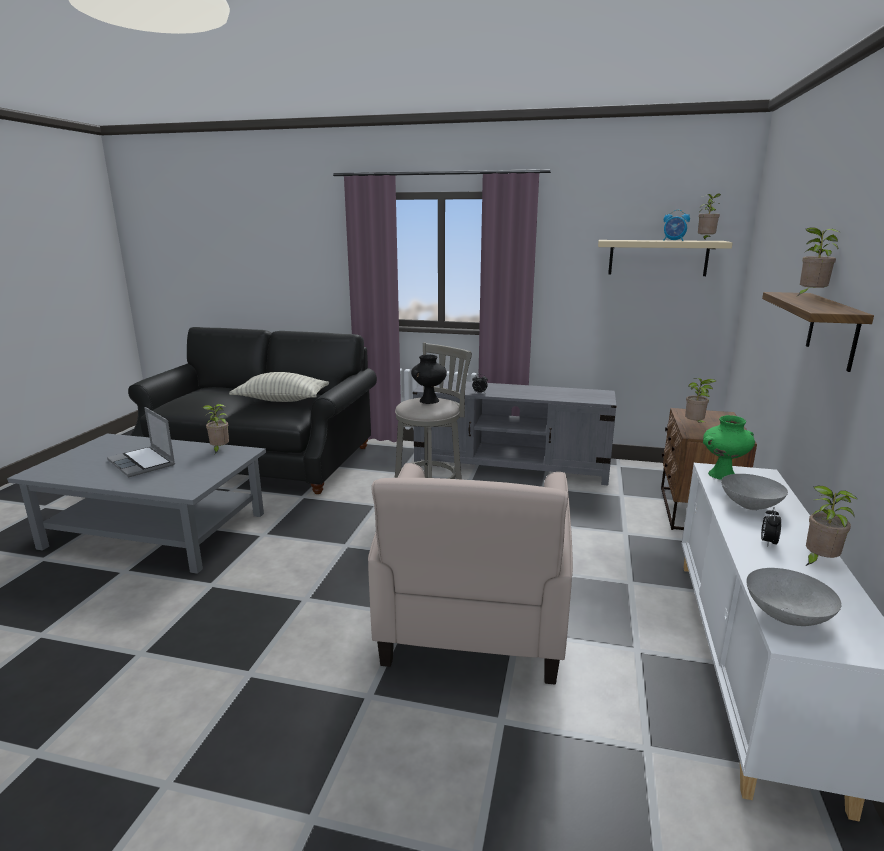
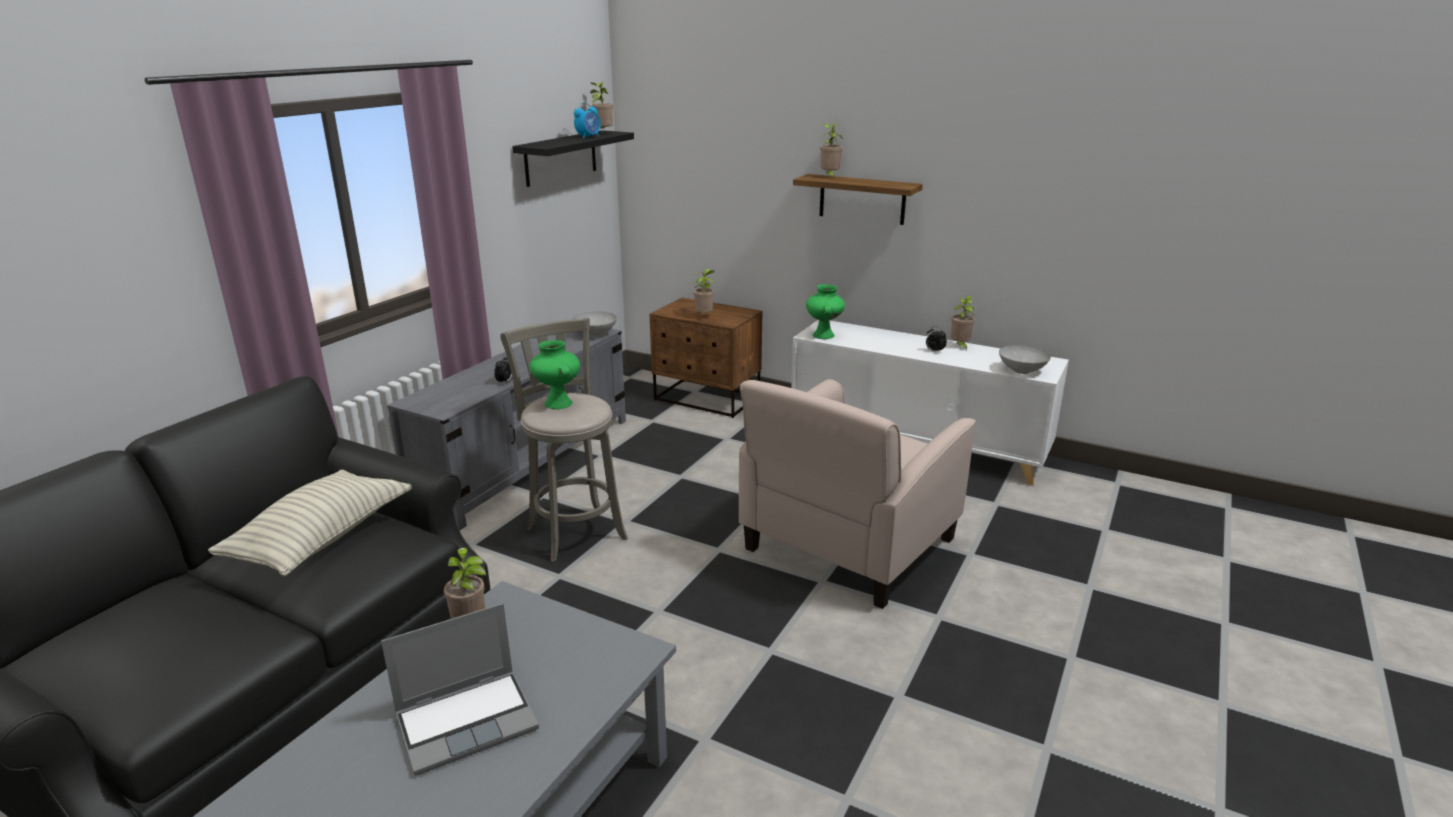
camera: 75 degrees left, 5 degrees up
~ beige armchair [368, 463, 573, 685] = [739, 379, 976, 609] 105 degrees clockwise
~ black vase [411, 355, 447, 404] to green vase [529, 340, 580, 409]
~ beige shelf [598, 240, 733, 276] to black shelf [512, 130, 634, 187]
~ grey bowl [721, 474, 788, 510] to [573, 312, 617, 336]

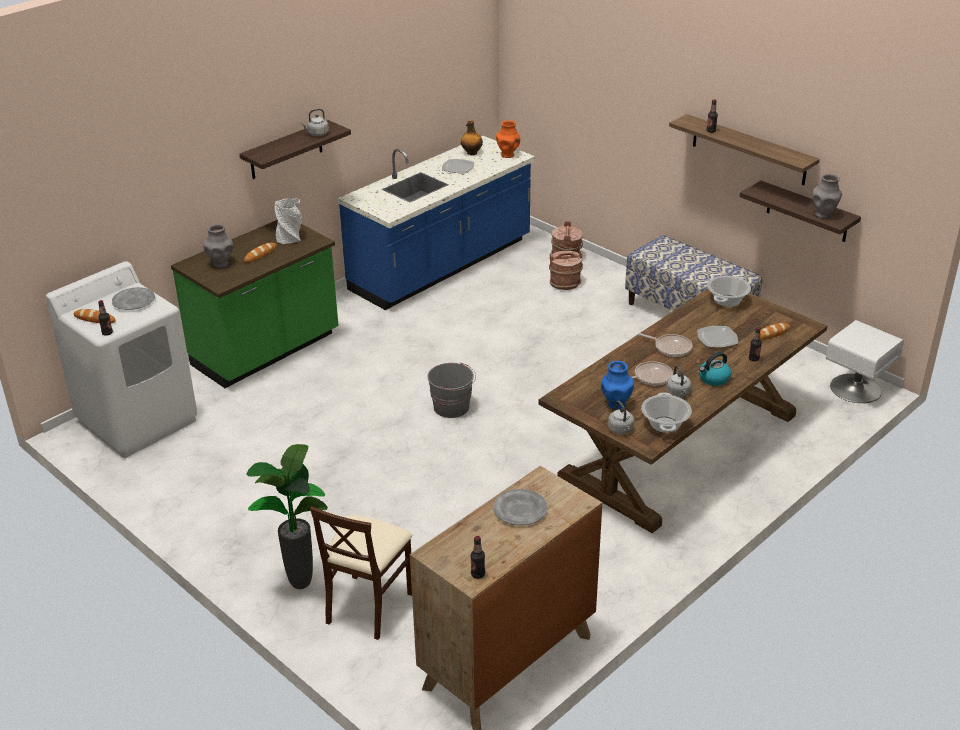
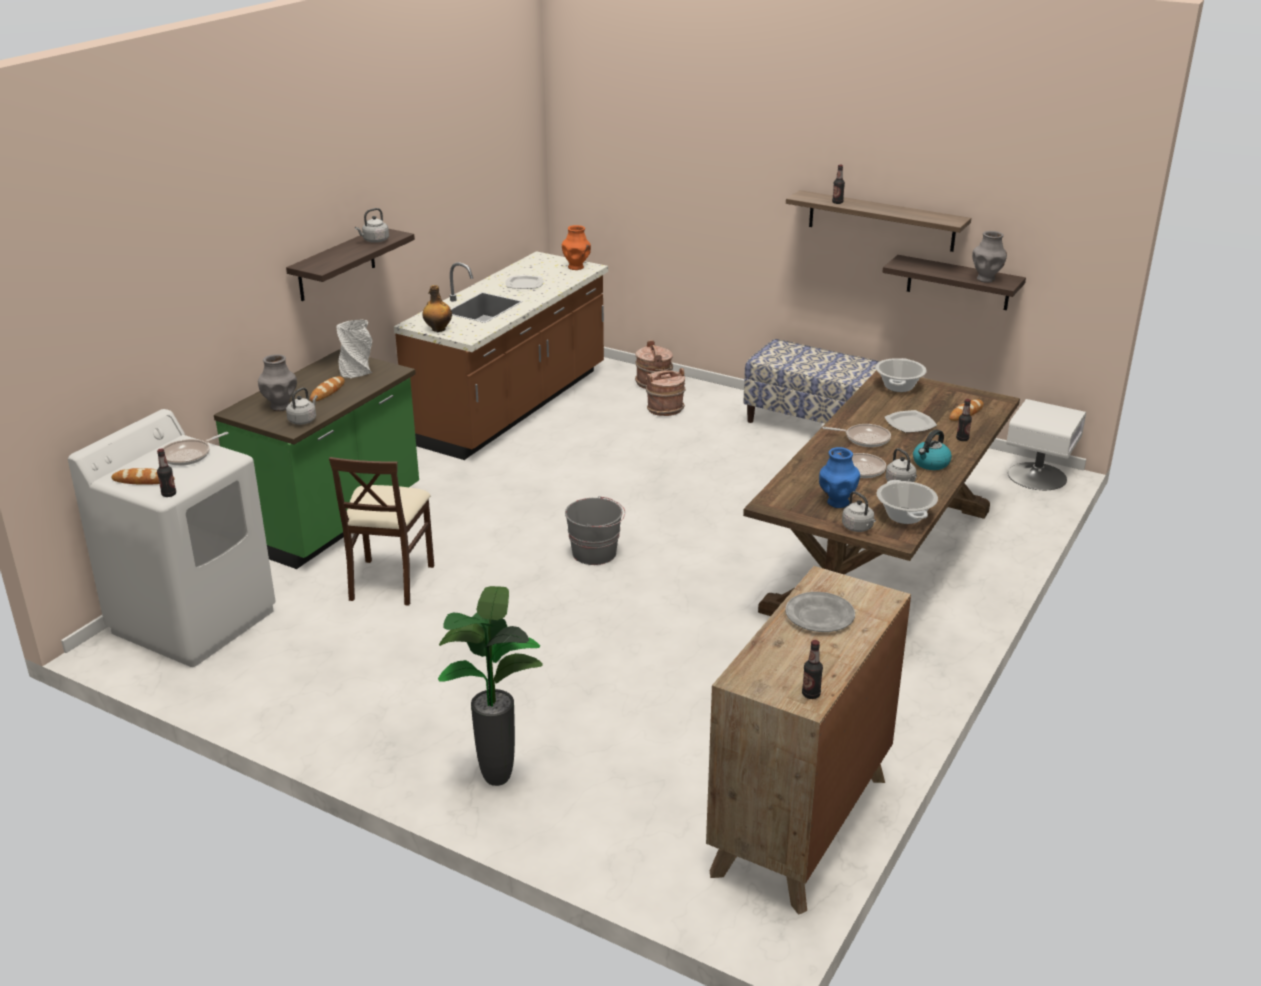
camera: 15 degrees left, 5 degrees down
~ grey plate [112, 287, 155, 310] to frying pan [162, 432, 228, 466]
~ beige chair [310, 506, 412, 640] to [329, 457, 434, 606]
~ blue counter [338, 136, 535, 310] to brown counter [394, 251, 608, 460]
~ bottle [461, 120, 483, 155] to [422, 285, 452, 332]
+ grey kettle [286, 387, 318, 425]

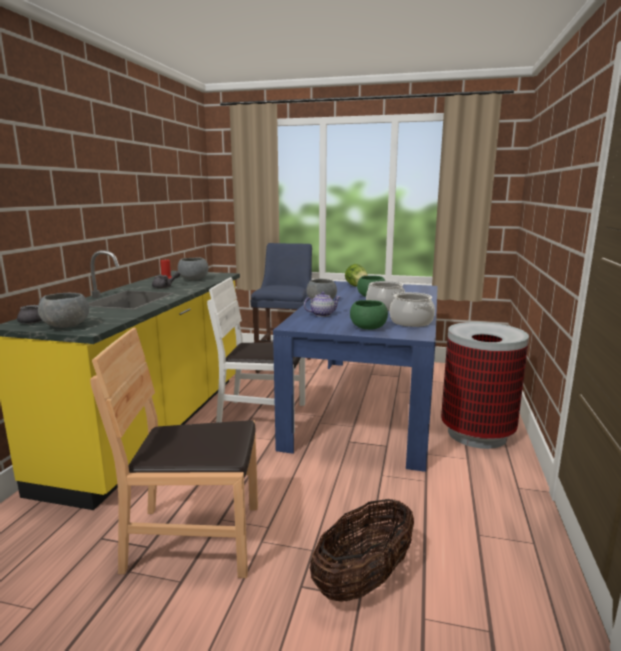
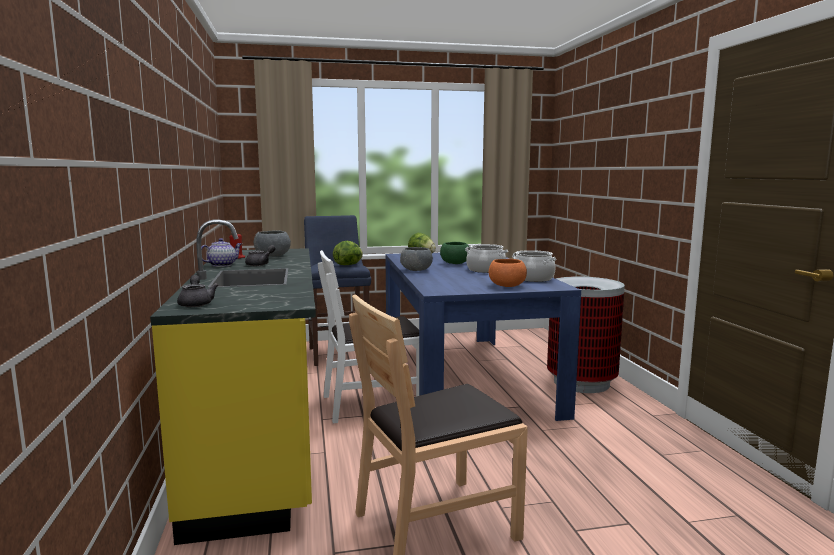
camera: 25 degrees left, 5 degrees down
- grey bowl [38, 293, 89, 328]
~ teapot [304, 292, 341, 317] to [201, 238, 242, 267]
- basket [310, 498, 414, 602]
~ green bowl [350, 300, 388, 330] to orange bowl [489, 259, 527, 287]
+ lettuce [333, 241, 363, 265]

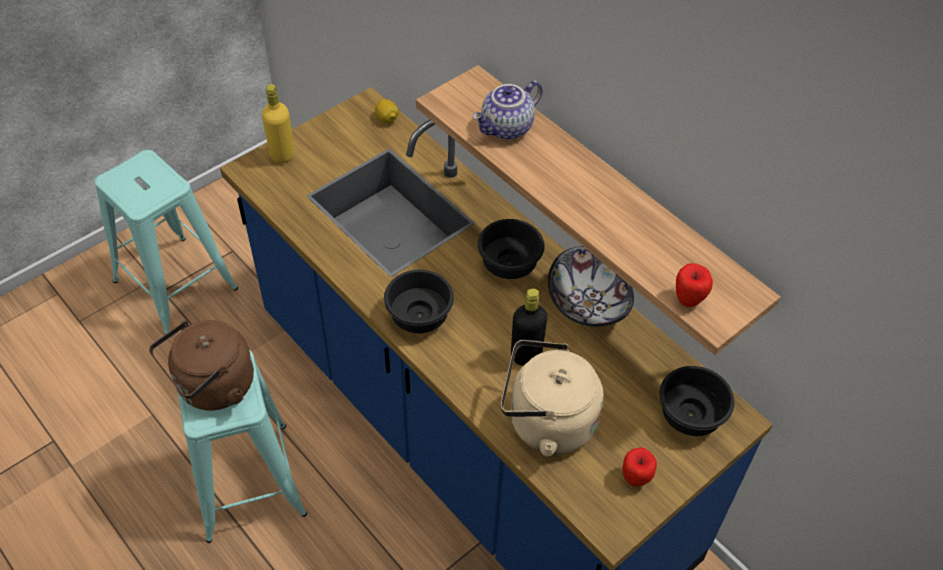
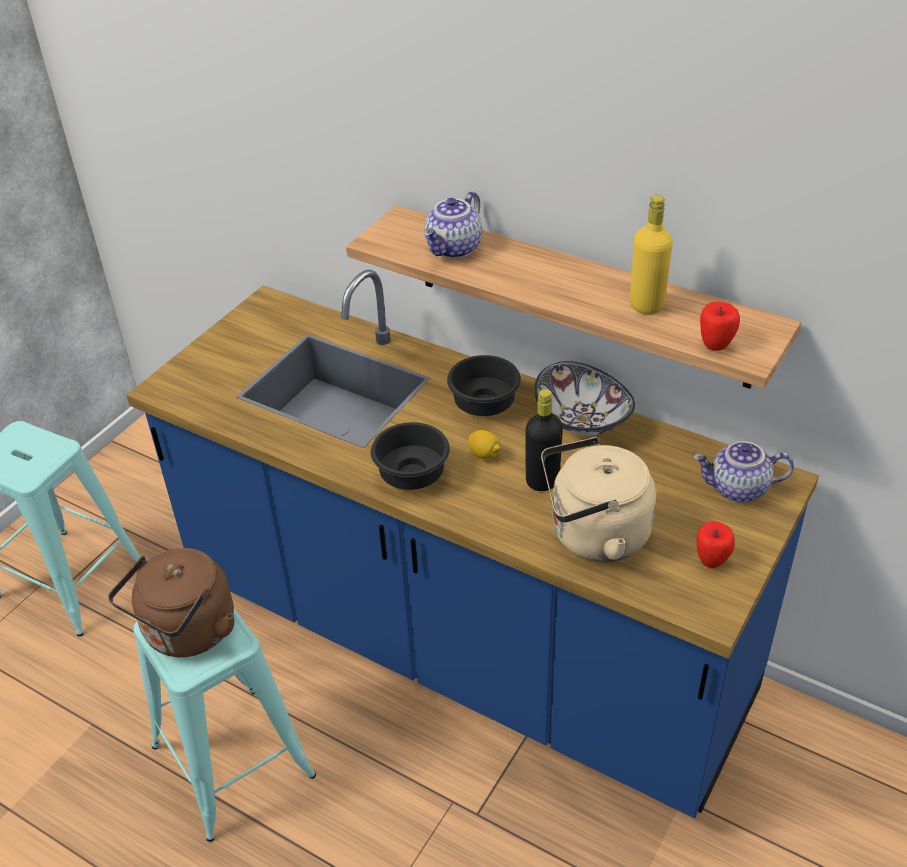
camera: 15 degrees left, 10 degrees down
~ yellow bottle [262, 84, 294, 164] to [630, 195, 673, 315]
~ lemon [375, 99, 398, 123] to [468, 430, 501, 460]
~ black bowl [659, 366, 734, 436] to teapot [693, 441, 794, 503]

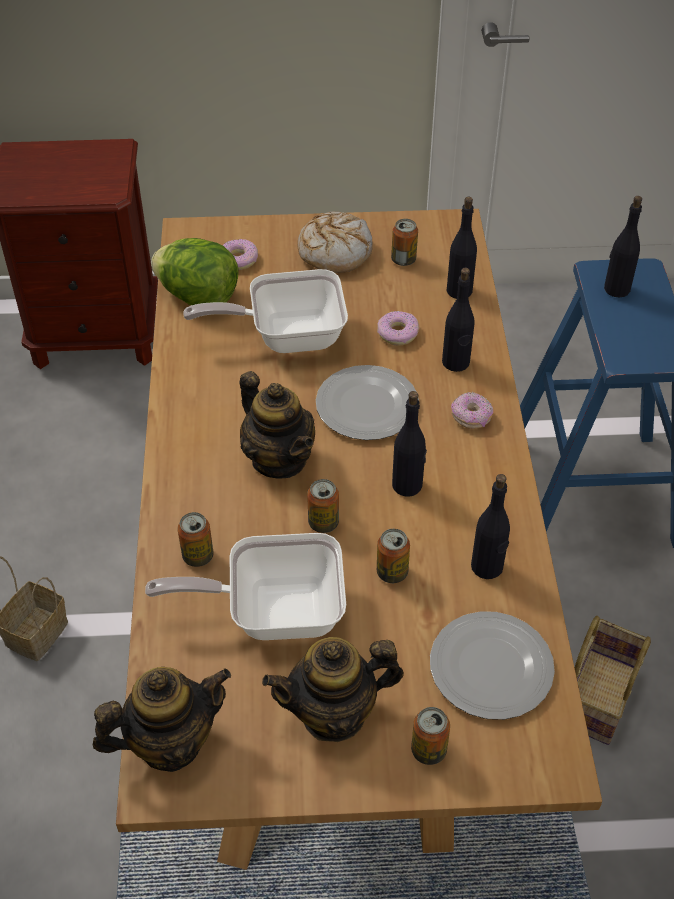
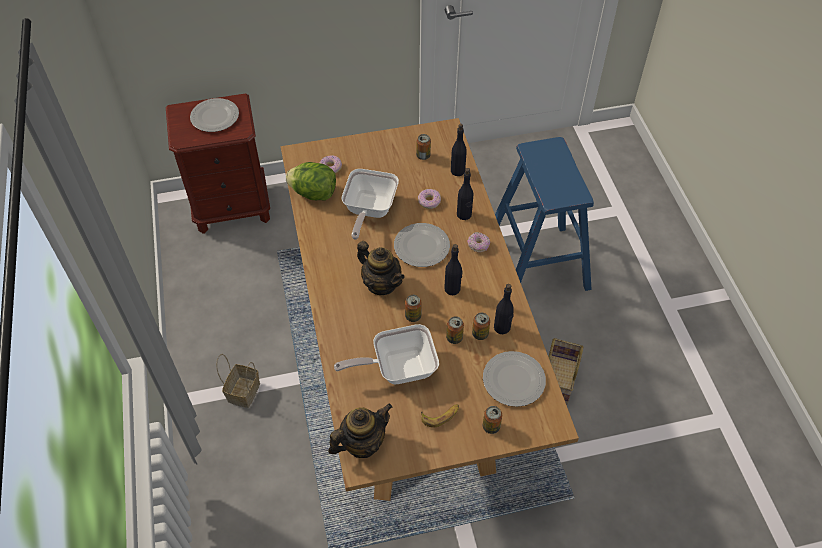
camera: 10 degrees left, 5 degrees up
~ can [177, 512, 214, 567] to [472, 313, 490, 340]
~ frying pan [183, 269, 348, 353] = [342, 169, 399, 240] 60 degrees counterclockwise
~ teapot [262, 637, 404, 742] to banana [421, 404, 459, 428]
- bread [297, 212, 373, 273]
- black bottle [604, 196, 642, 297]
+ plate [190, 98, 239, 132]

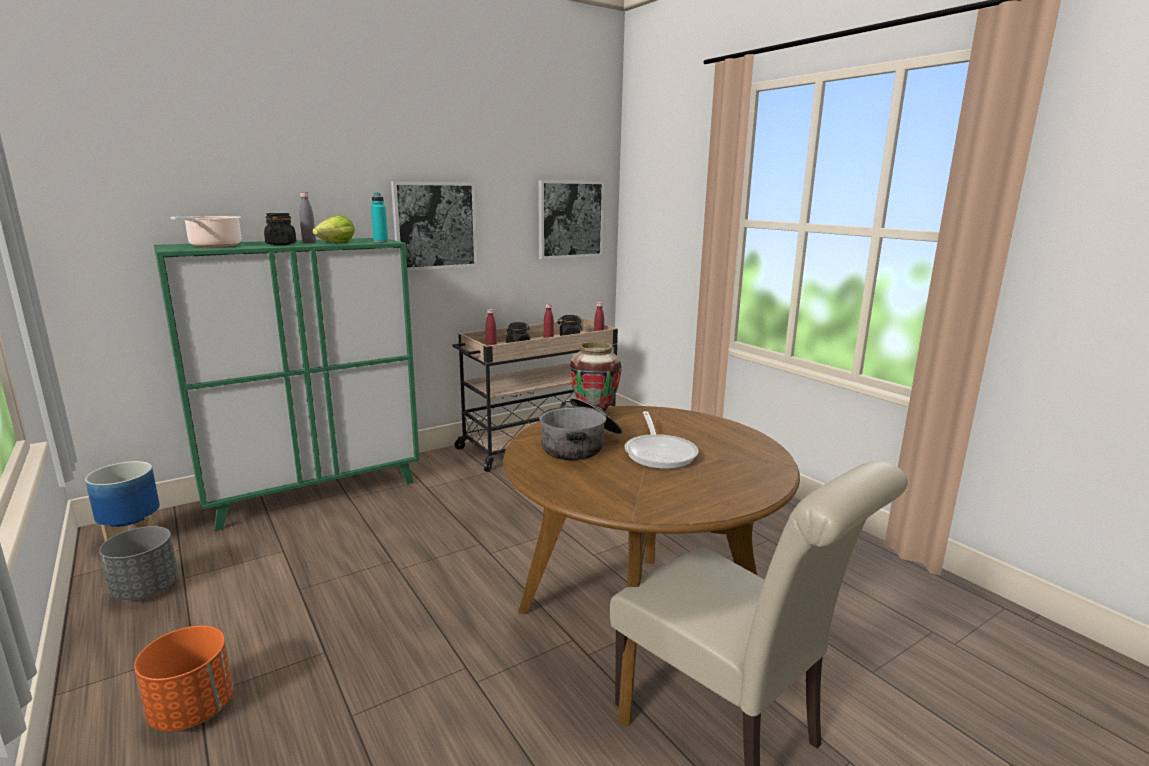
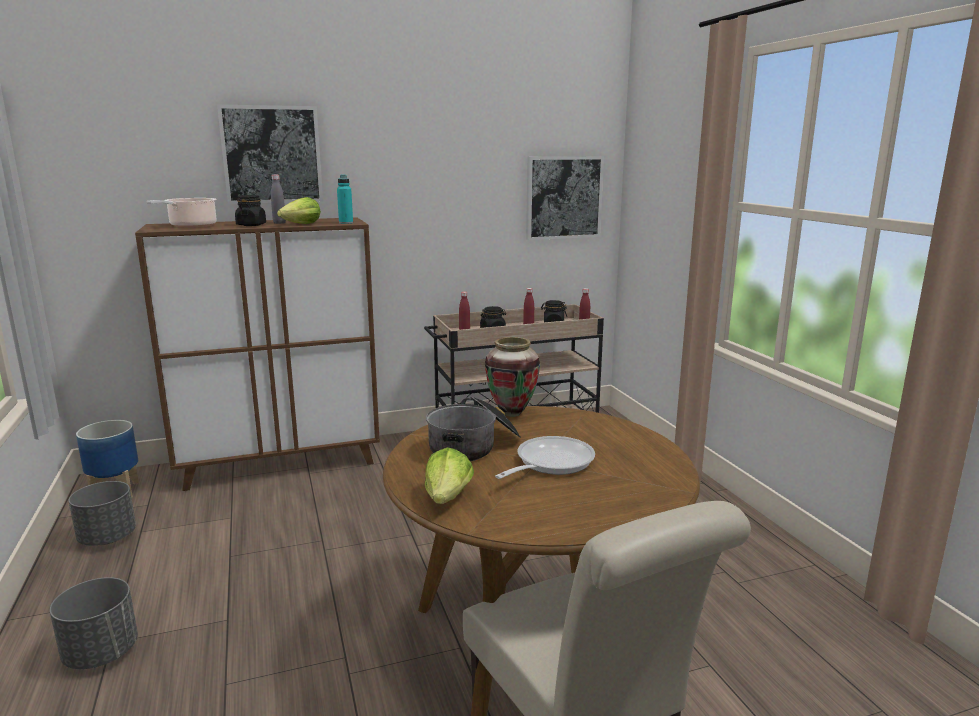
camera: 15 degrees right, 0 degrees up
~ orange planter [134, 626, 233, 732] to grey planter [50, 577, 138, 669]
~ green cabinet [154, 238, 420, 531] to brown cabinet [135, 217, 380, 491]
~ picture [391, 181, 477, 271] to [217, 105, 323, 204]
~ frying pan [624, 411, 699, 469] = [495, 436, 595, 479] 150 degrees counterclockwise
+ lettuce [425, 447, 474, 504]

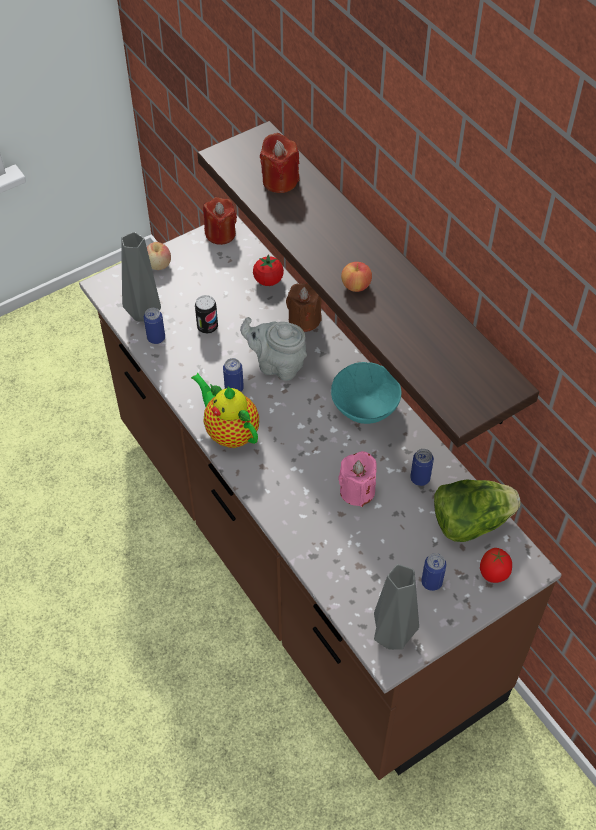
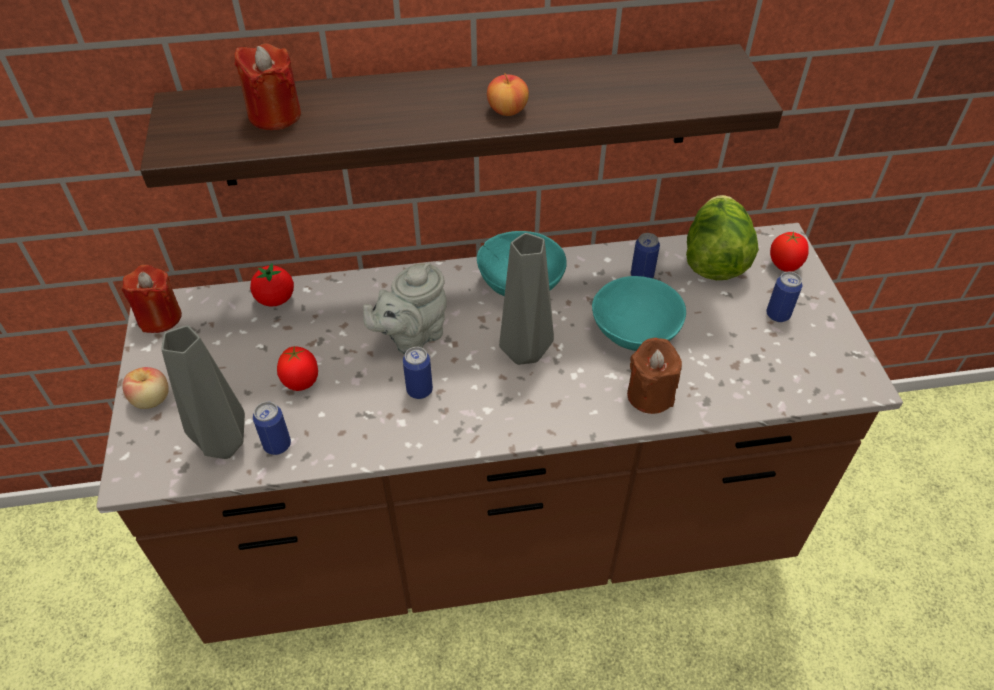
camera: 65 degrees left, 5 degrees down
- teapot [191, 373, 259, 448]
~ can [195, 295, 218, 334] to tomato [277, 346, 318, 391]
~ brown candle [286, 283, 322, 332] to [627, 338, 682, 414]
~ pink candle [338, 451, 377, 507] to turquoise bowl [592, 276, 686, 351]
~ grey vase [374, 564, 419, 650] to [499, 233, 554, 365]

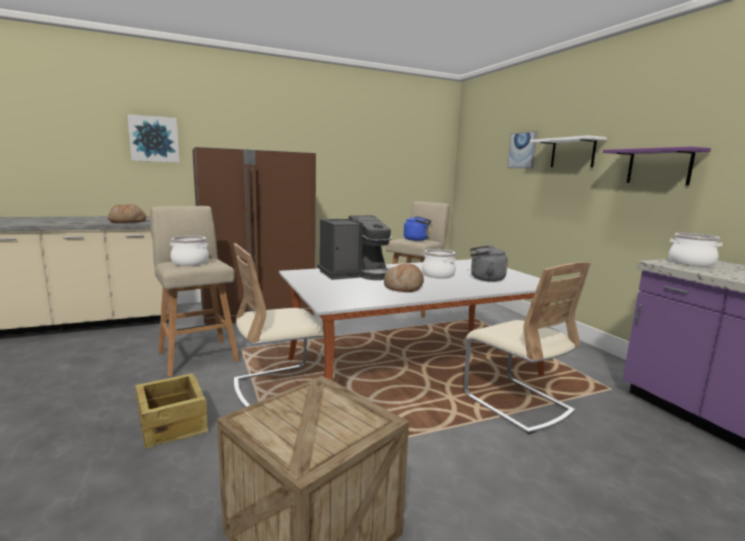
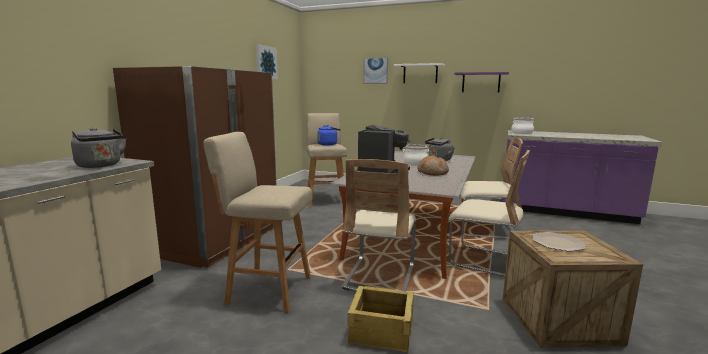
camera: 45 degrees left, 0 degrees up
~ bread [108, 204, 146, 223] to grey kettle [71, 127, 126, 168]
~ picture [127, 114, 180, 162] to [256, 44, 278, 80]
- cooking pot [170, 236, 209, 266]
+ beige chair [449, 150, 530, 277]
+ plate [533, 232, 585, 252]

